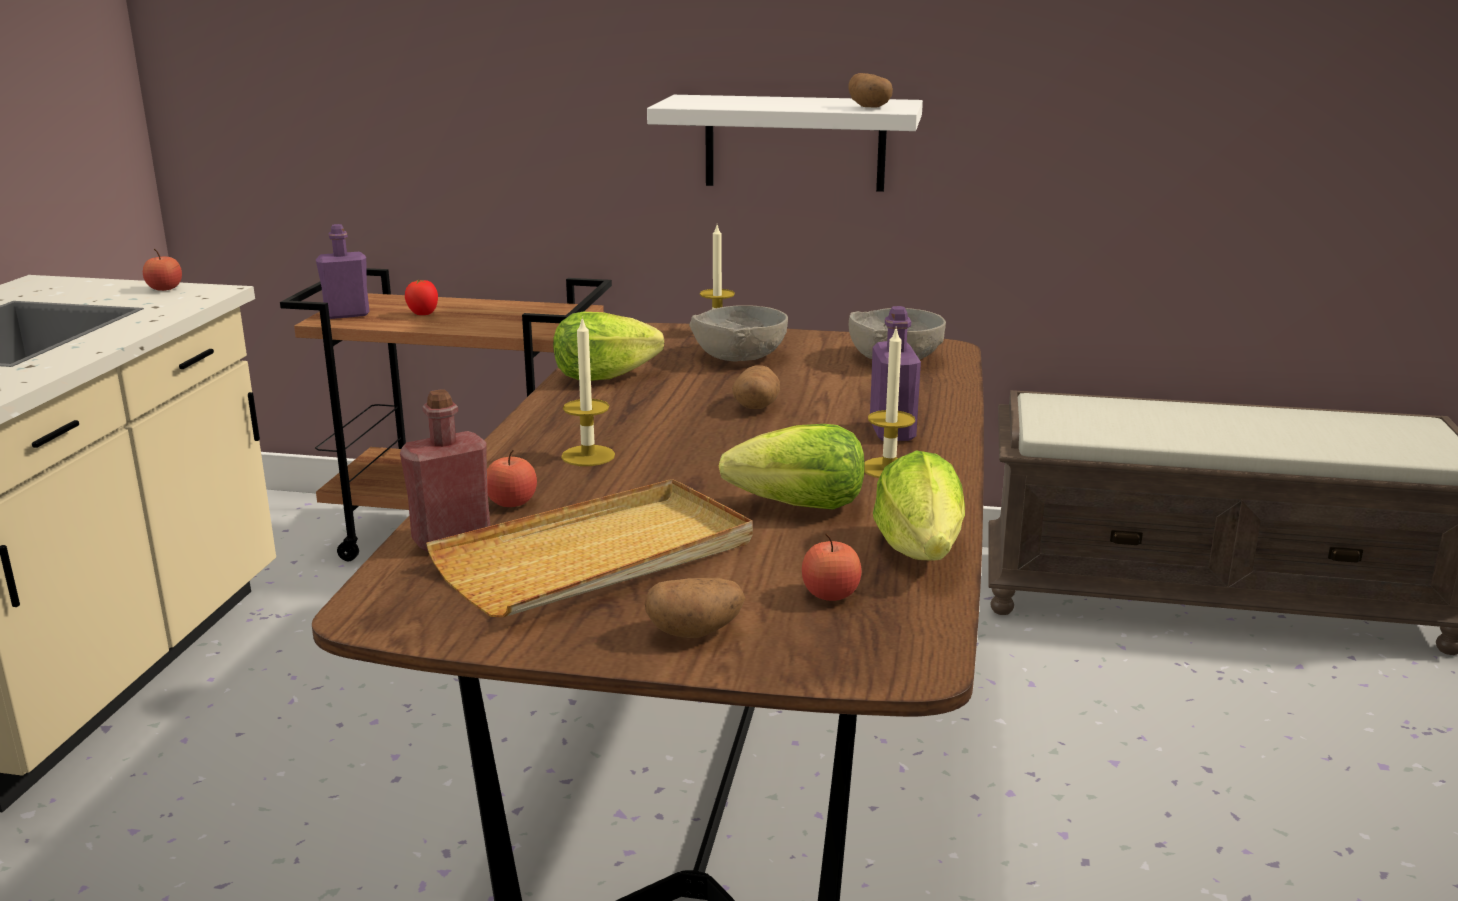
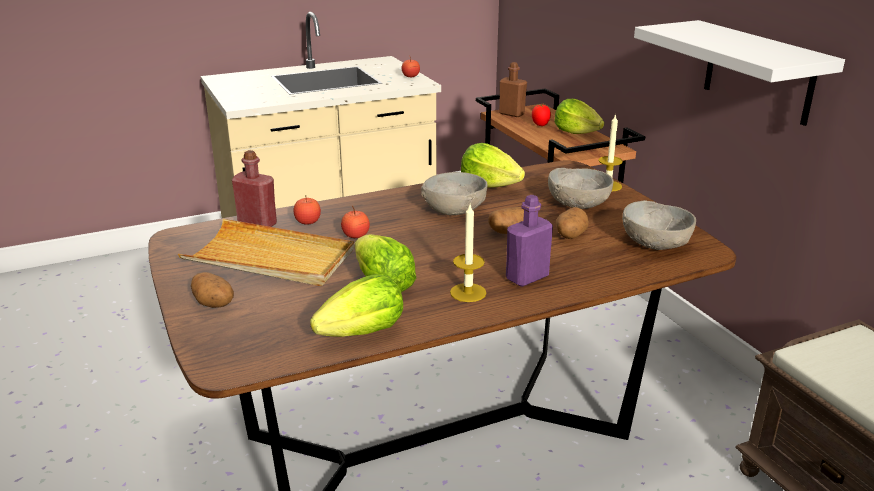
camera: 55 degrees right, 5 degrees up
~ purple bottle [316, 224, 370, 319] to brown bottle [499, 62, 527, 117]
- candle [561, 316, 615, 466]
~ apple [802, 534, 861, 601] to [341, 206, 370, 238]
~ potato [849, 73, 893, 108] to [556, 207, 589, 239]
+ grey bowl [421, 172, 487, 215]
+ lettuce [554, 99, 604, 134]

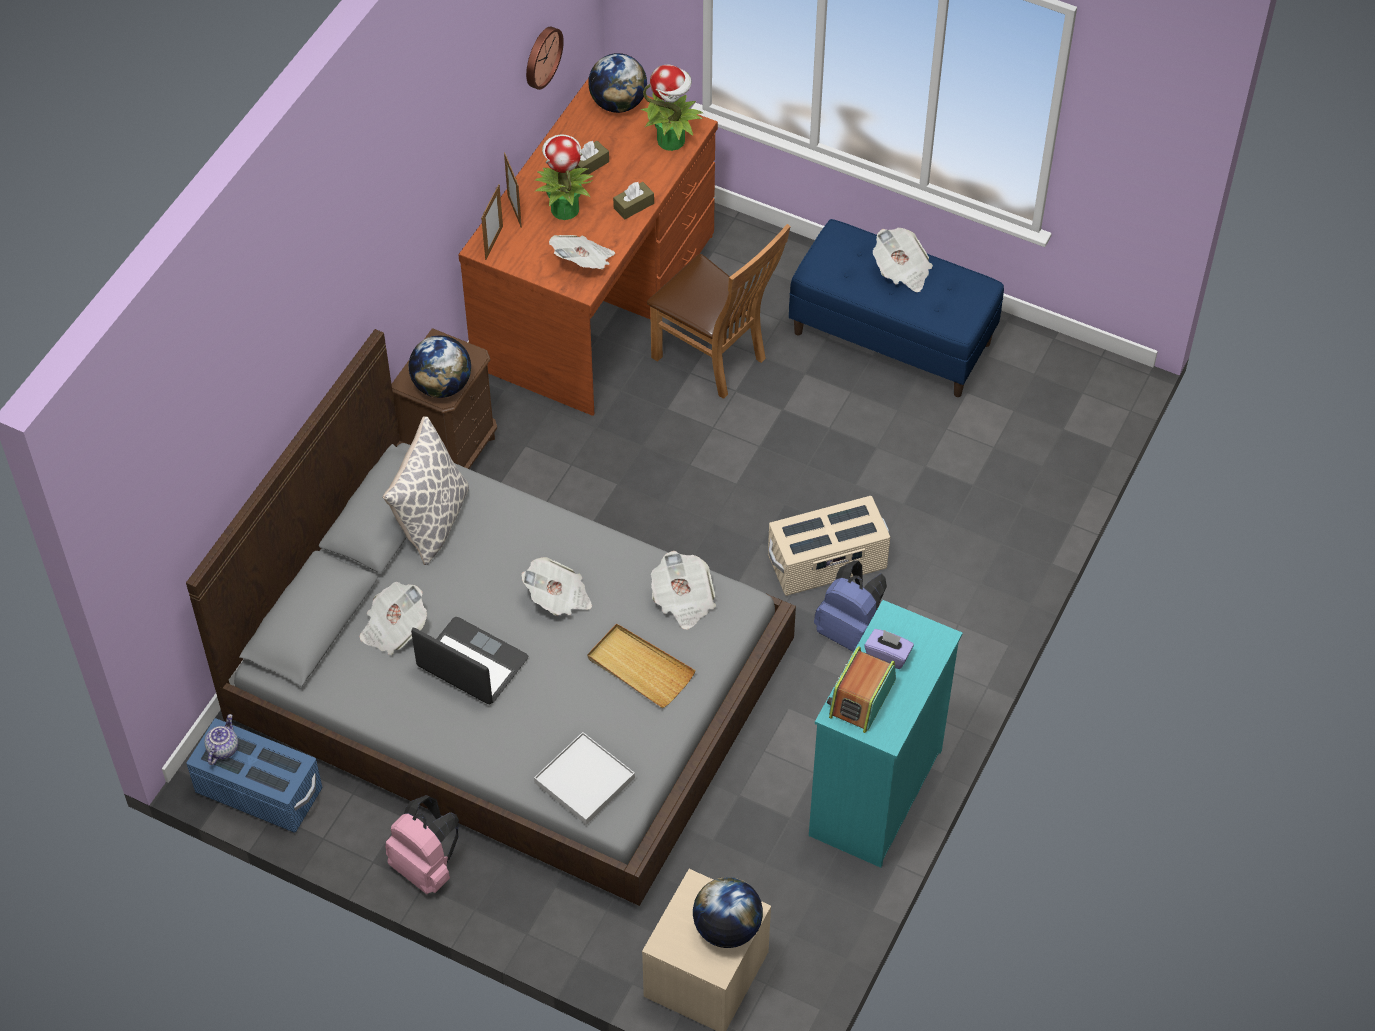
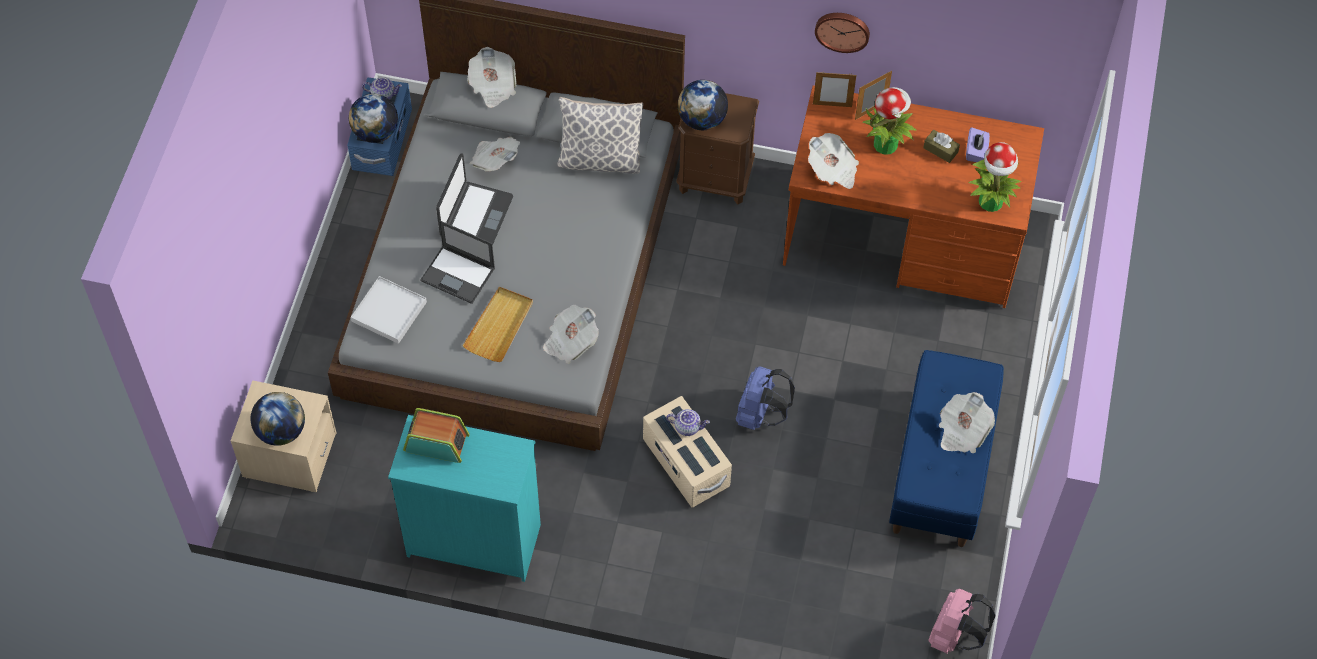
camera: 75 degrees right, 5 degrees up
~ pink backpack [385, 795, 459, 894] to [928, 589, 995, 653]
~ newspaper [522, 557, 592, 616] to [467, 47, 516, 108]
~ wall clock [526, 27, 564, 90] to [815, 13, 870, 53]
~ globe [588, 53, 647, 113] to [349, 94, 398, 143]
- brown tissue box [613, 182, 654, 219]
- brown chair [647, 224, 791, 399]
~ blue backpack [814, 561, 887, 652] to [736, 366, 795, 430]
~ purple tissue box [864, 629, 914, 669] to [966, 127, 990, 162]
+ laptop [420, 221, 495, 304]
+ teapot [666, 409, 710, 436]

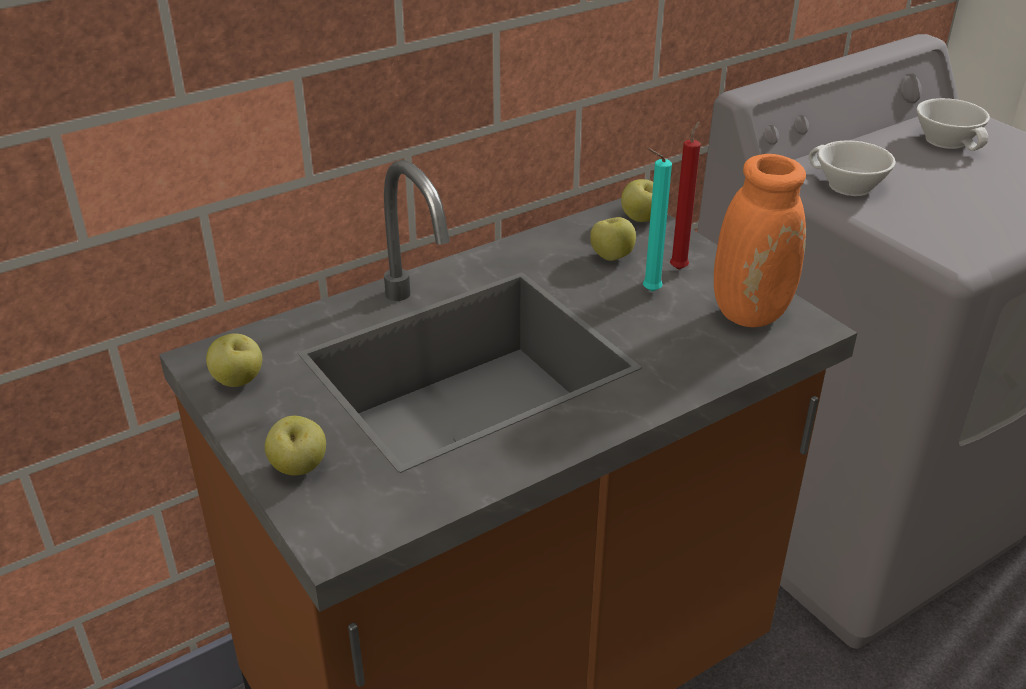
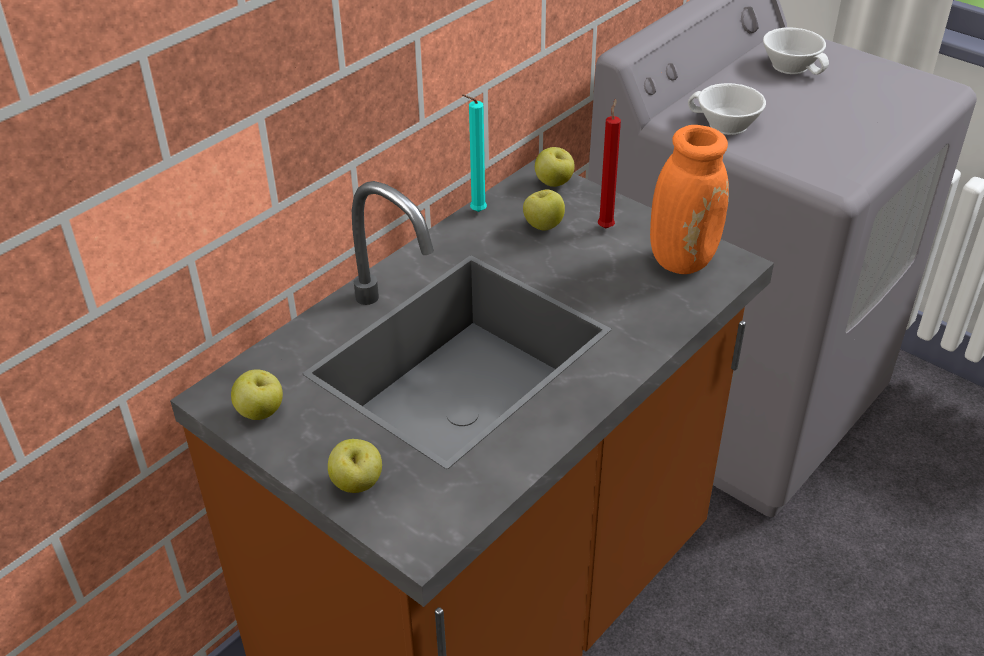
camera: 15 degrees left, 5 degrees up
~ turquoise candle [643, 148, 672, 291] to [462, 94, 487, 212]

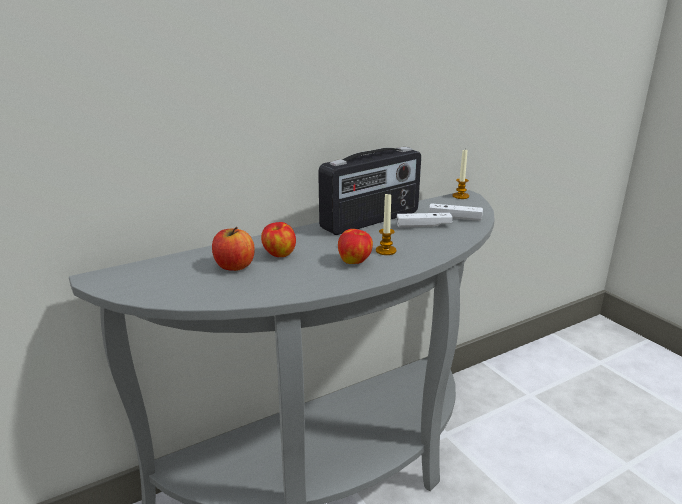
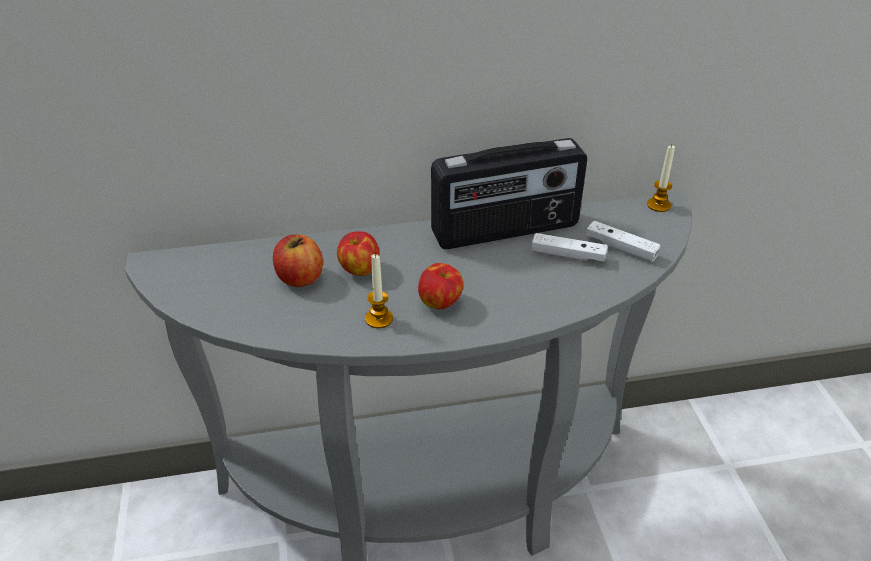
camera: 20 degrees right, 15 degrees up
~ candle [376, 194, 396, 255] to [365, 254, 393, 329]

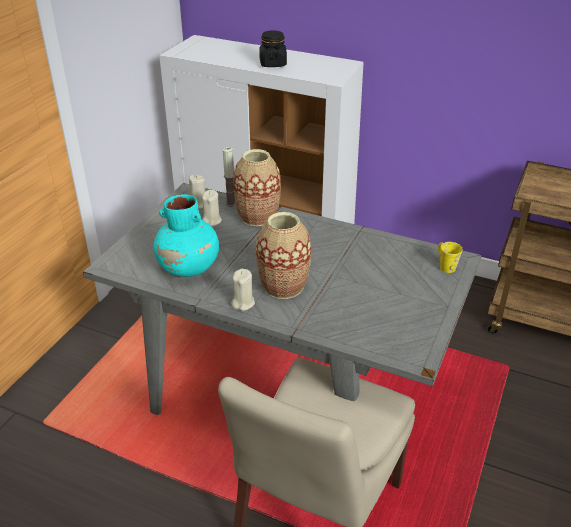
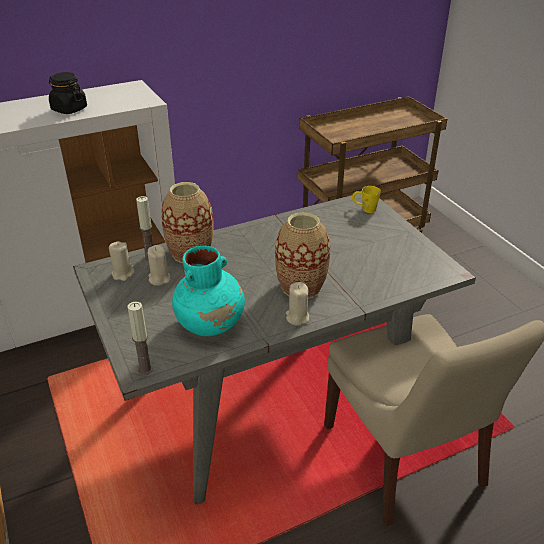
camera: 50 degrees left, 0 degrees up
+ candle [128, 301, 153, 375]

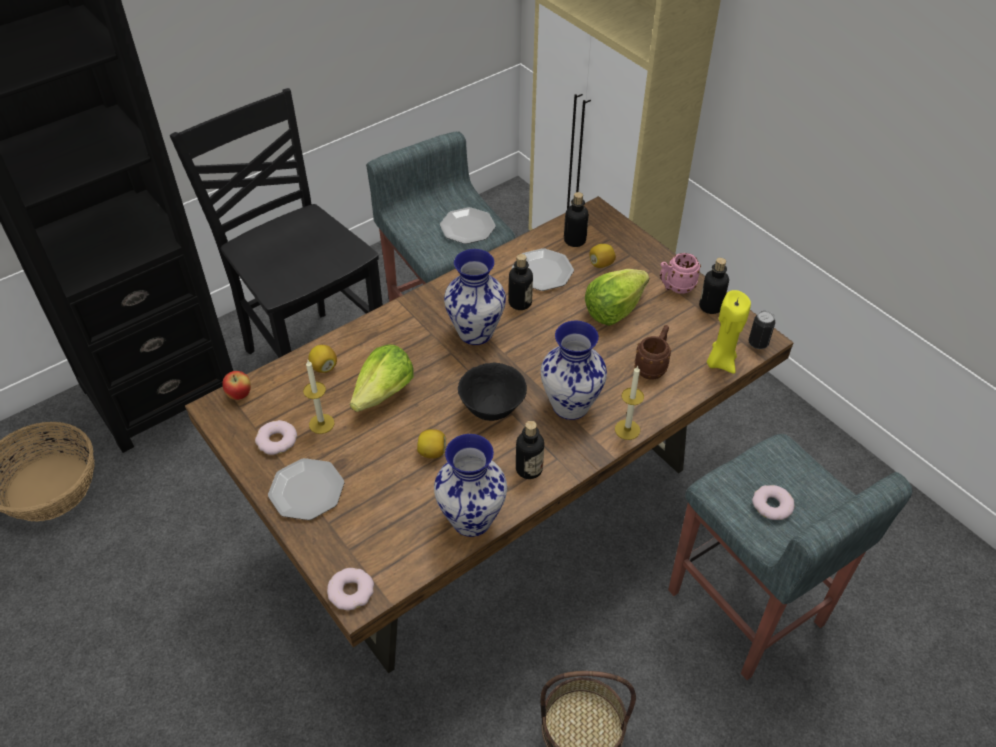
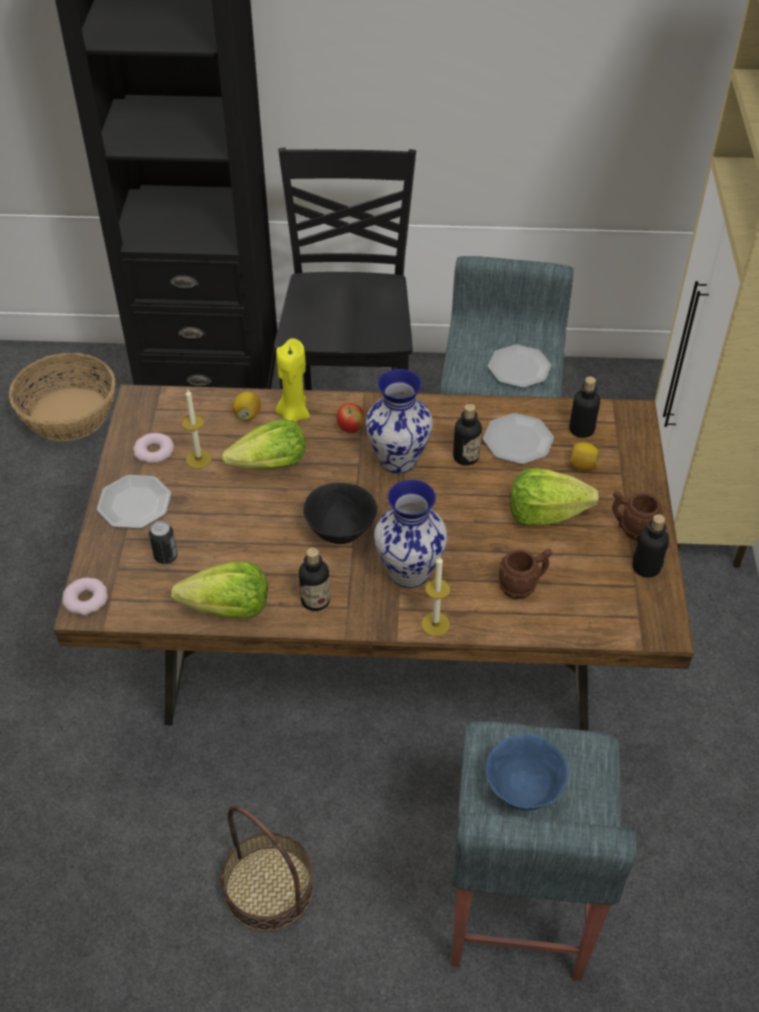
camera: 40 degrees right, 0 degrees up
~ apple [222, 371, 251, 400] to [337, 403, 364, 433]
- lemon [417, 429, 446, 458]
~ vase [434, 434, 507, 537] to lettuce [171, 562, 268, 618]
~ pink mug [660, 253, 701, 294] to brown mug [612, 491, 663, 540]
~ yellow candle [707, 290, 751, 374] to [275, 338, 310, 422]
~ can [749, 311, 775, 349] to [149, 521, 178, 564]
~ donut [752, 485, 795, 520] to blue bowl [486, 734, 569, 811]

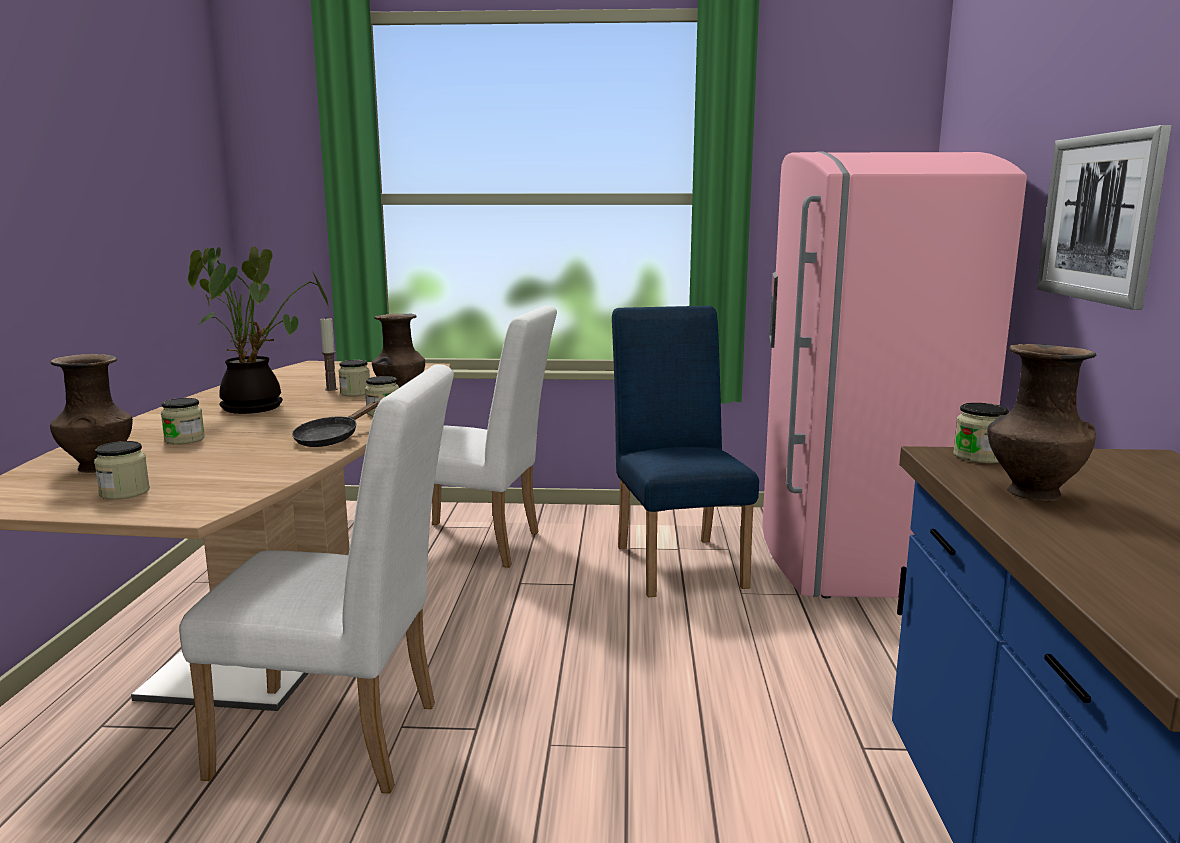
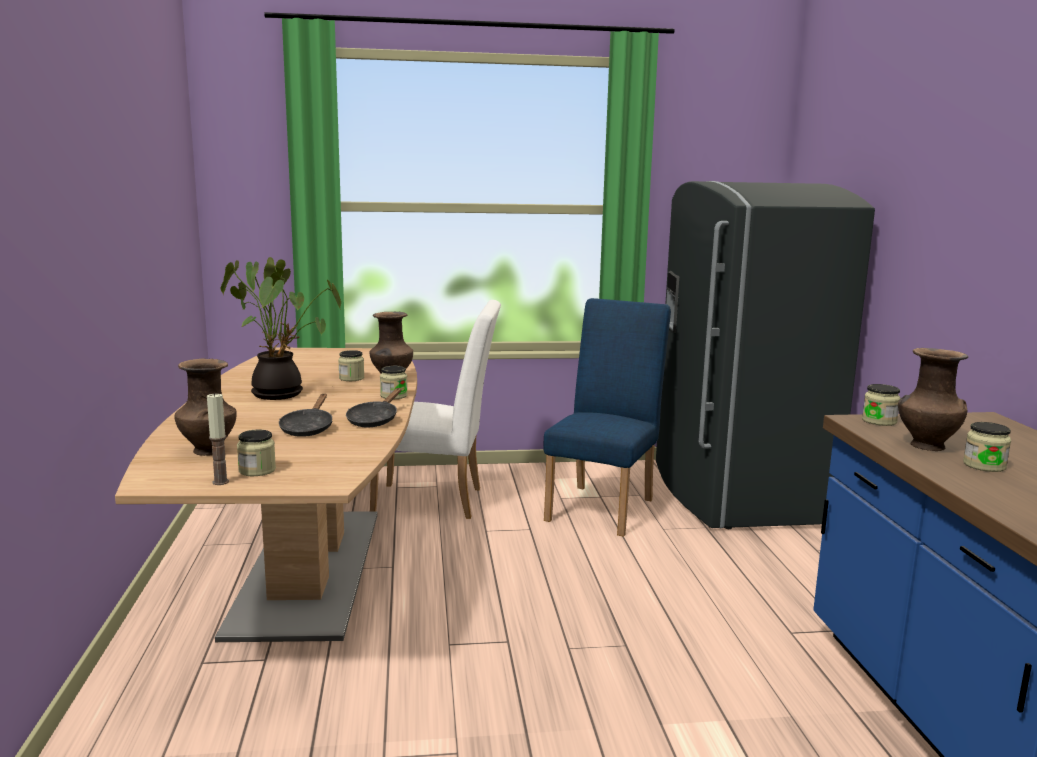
camera: 10 degrees left, 0 degrees up
~ jar [161, 398, 205, 444] to [963, 422, 1011, 472]
- white chair [179, 364, 454, 794]
~ candle [320, 317, 338, 391] to [207, 392, 229, 485]
~ blue chair [612, 306, 759, 597] = [544, 298, 671, 537] 45 degrees clockwise
~ pink fridge [763, 151, 1027, 599] to grey fridge [656, 181, 875, 529]
- picture [1037, 125, 1172, 310]
+ black frying pan [279, 394, 332, 437]

